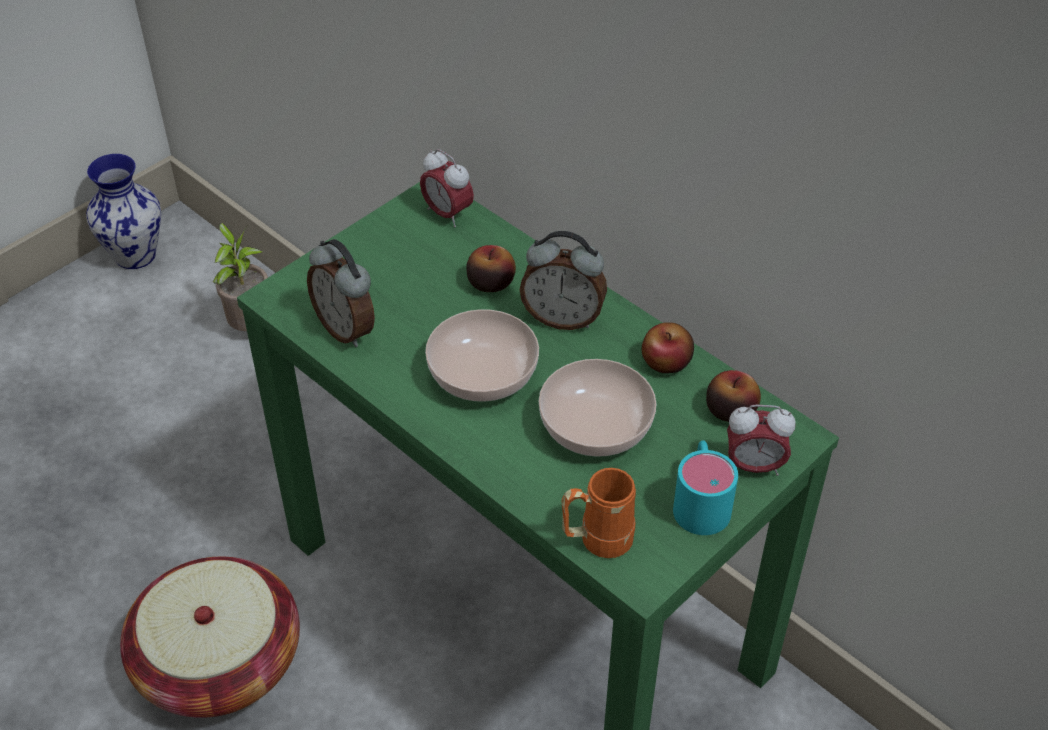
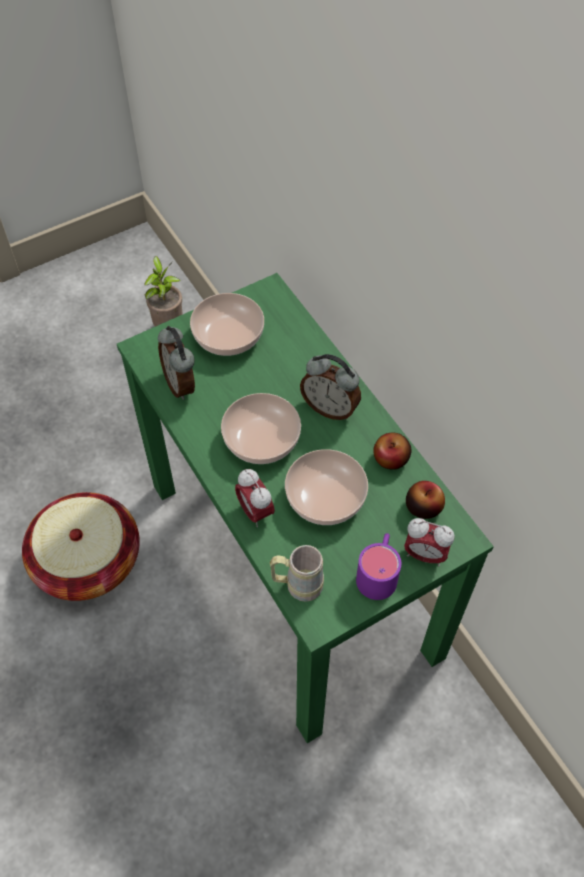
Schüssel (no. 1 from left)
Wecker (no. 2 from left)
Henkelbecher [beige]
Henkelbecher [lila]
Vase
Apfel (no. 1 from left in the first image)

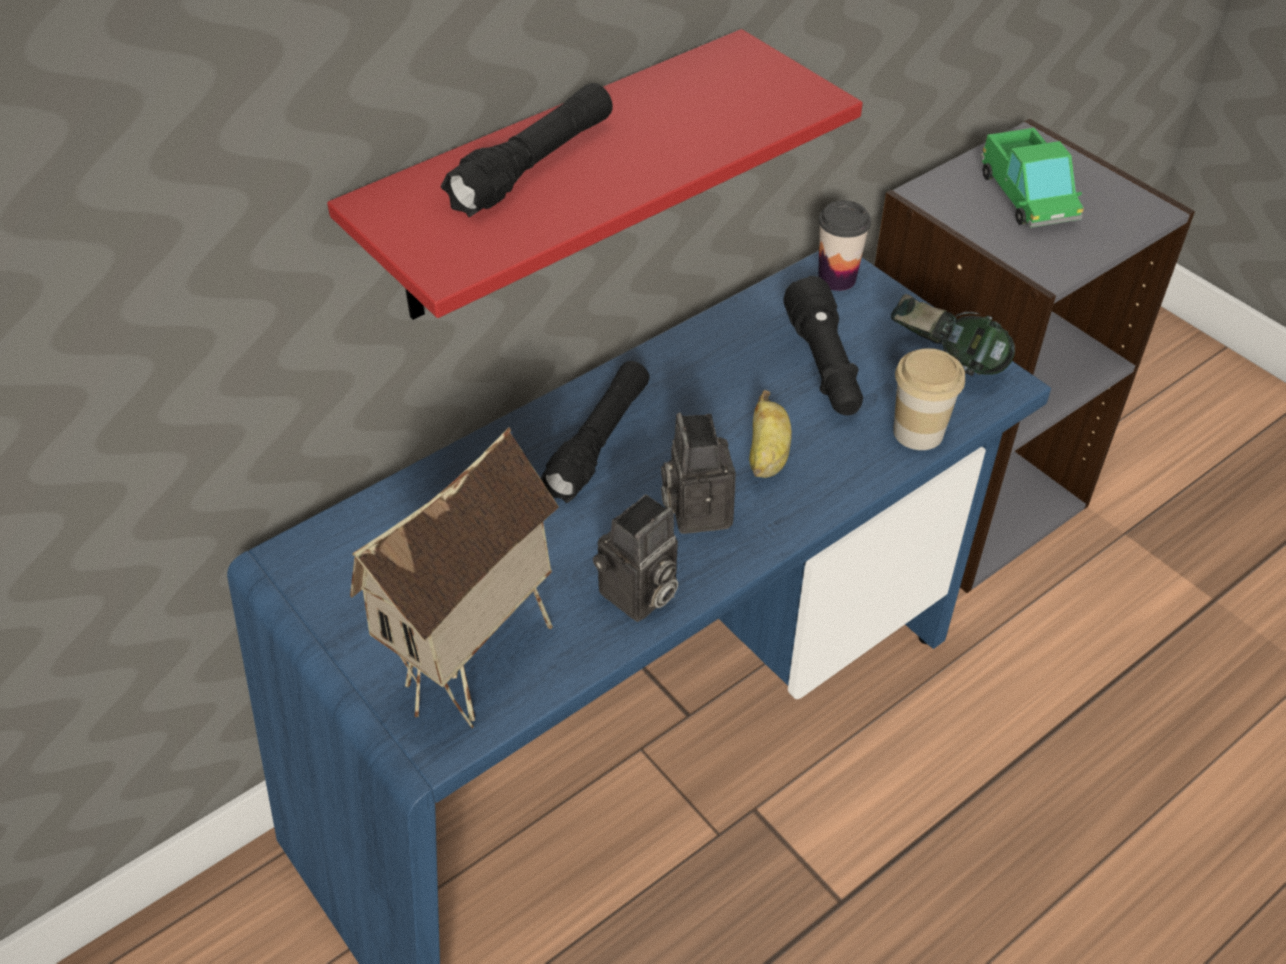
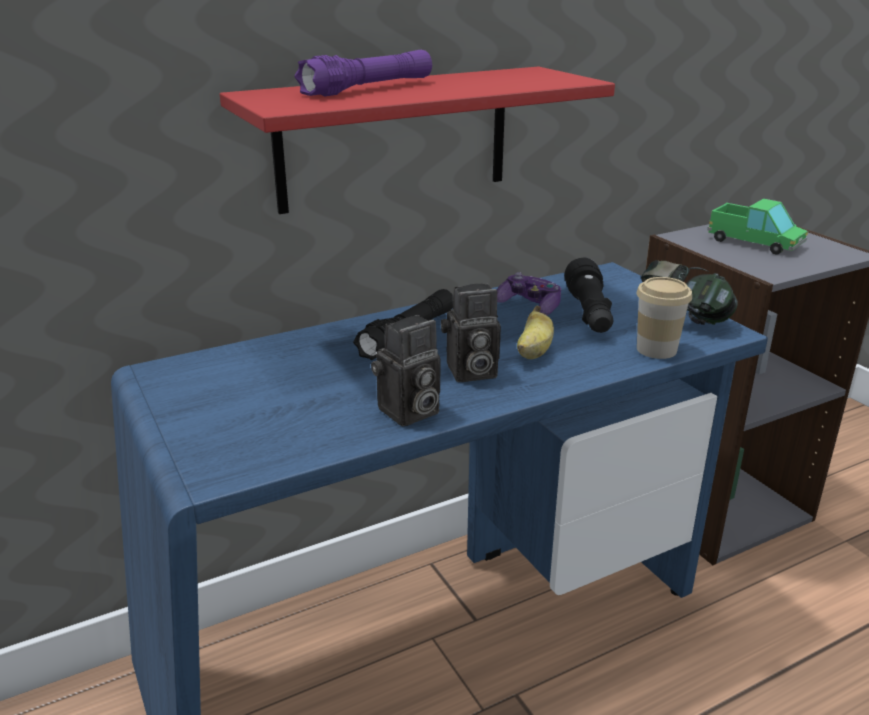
Taschenlampe [lila]
Kamera (no. 2 from left)
Gamepad
Spielzeuglaster
Spielzeughaus
Tasse (no. 1 from left in the first image)

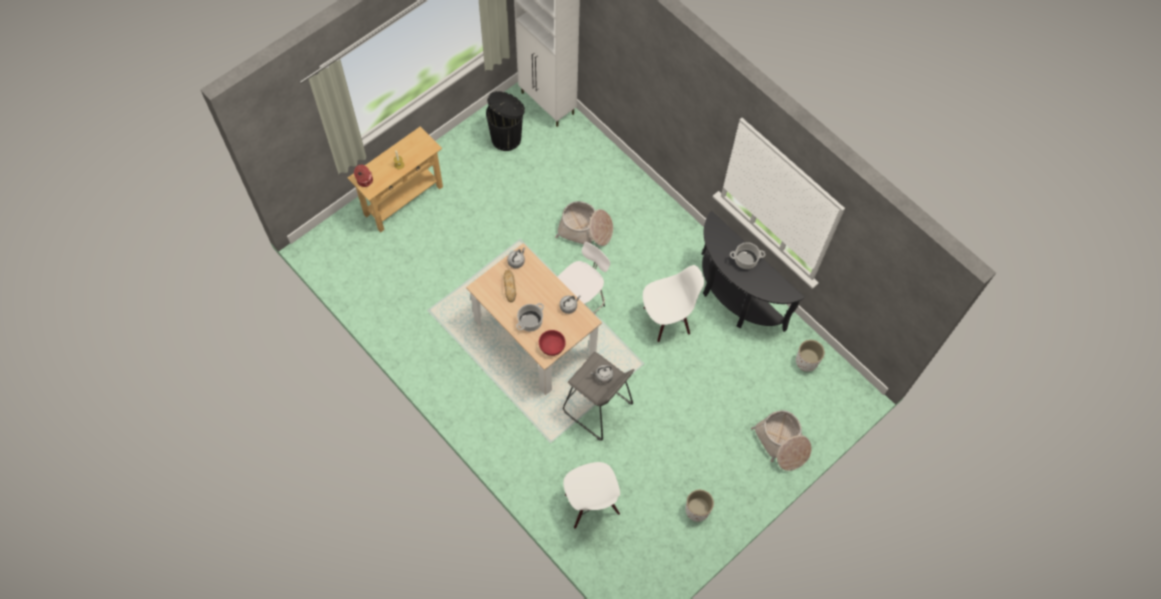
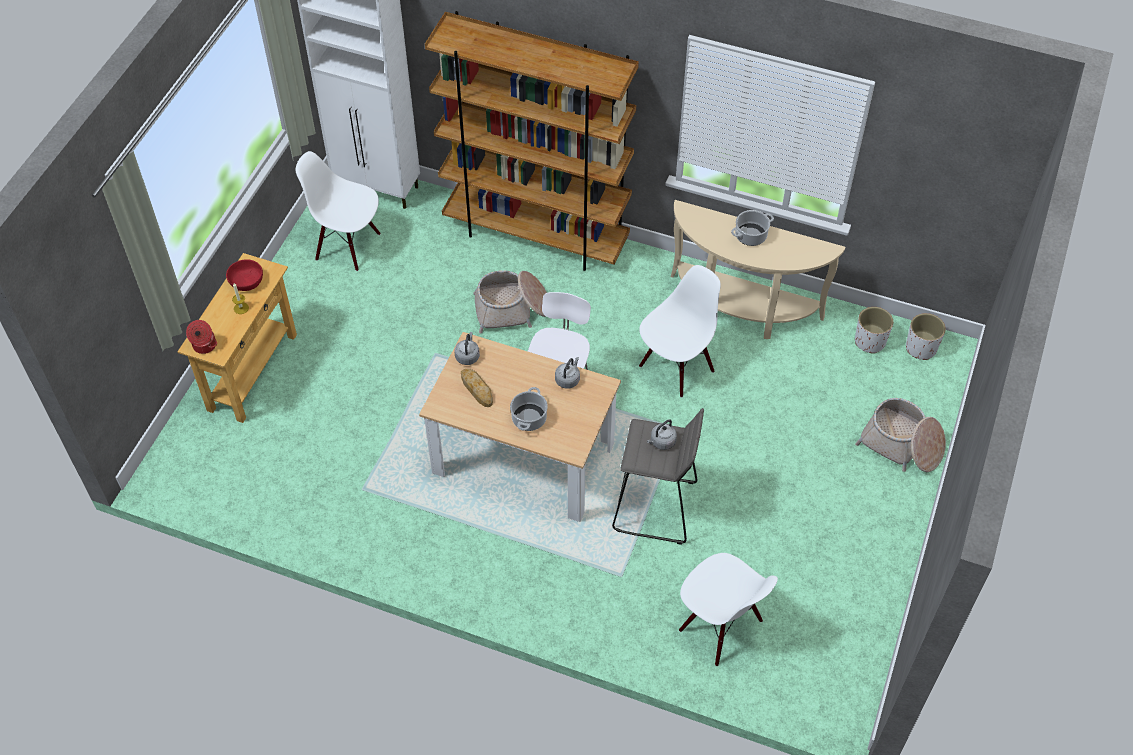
Schüssel [rot]
Stuhl [weiß] (no. 1 from left)
Bücherregal [braun]
Konsolentisch [beige] (no. 2 from left)
Pflanzkübel [weiß] (no. 2 from left)

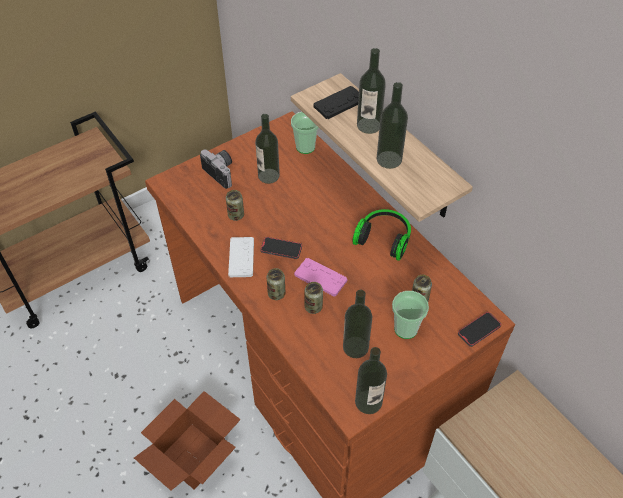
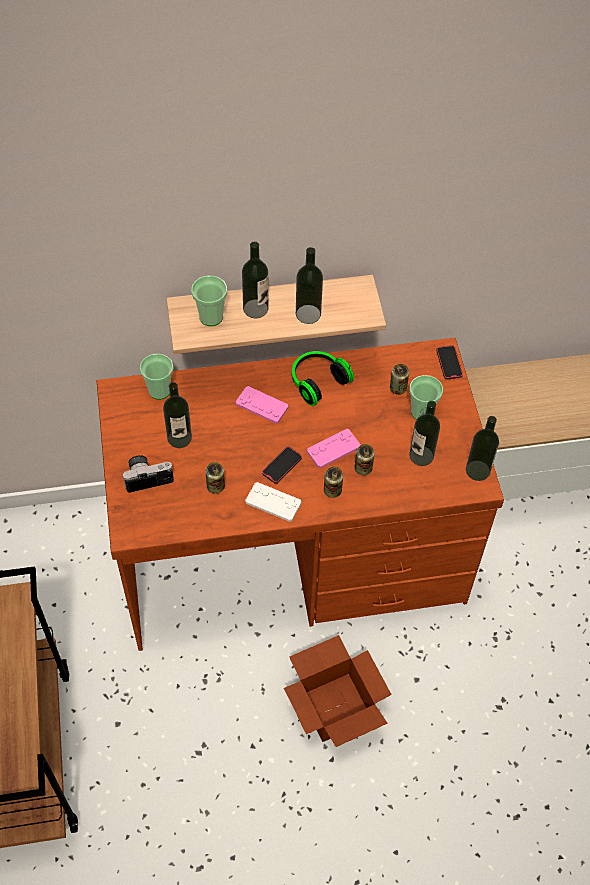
Tasse (no. 2 from left)
Gamepad [rosa] (no. 1 from left)

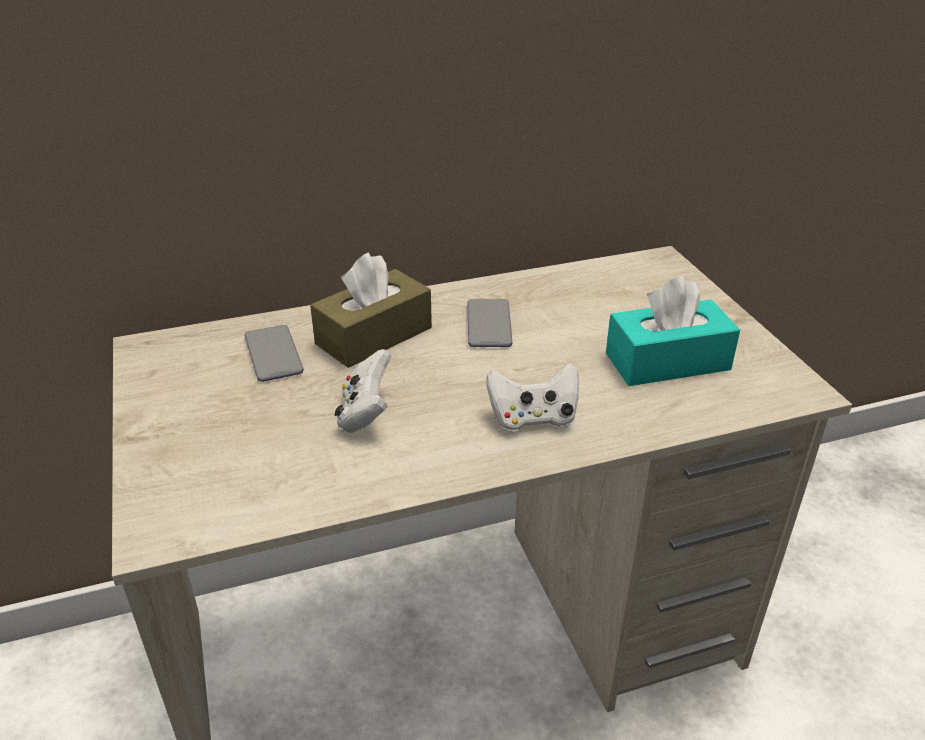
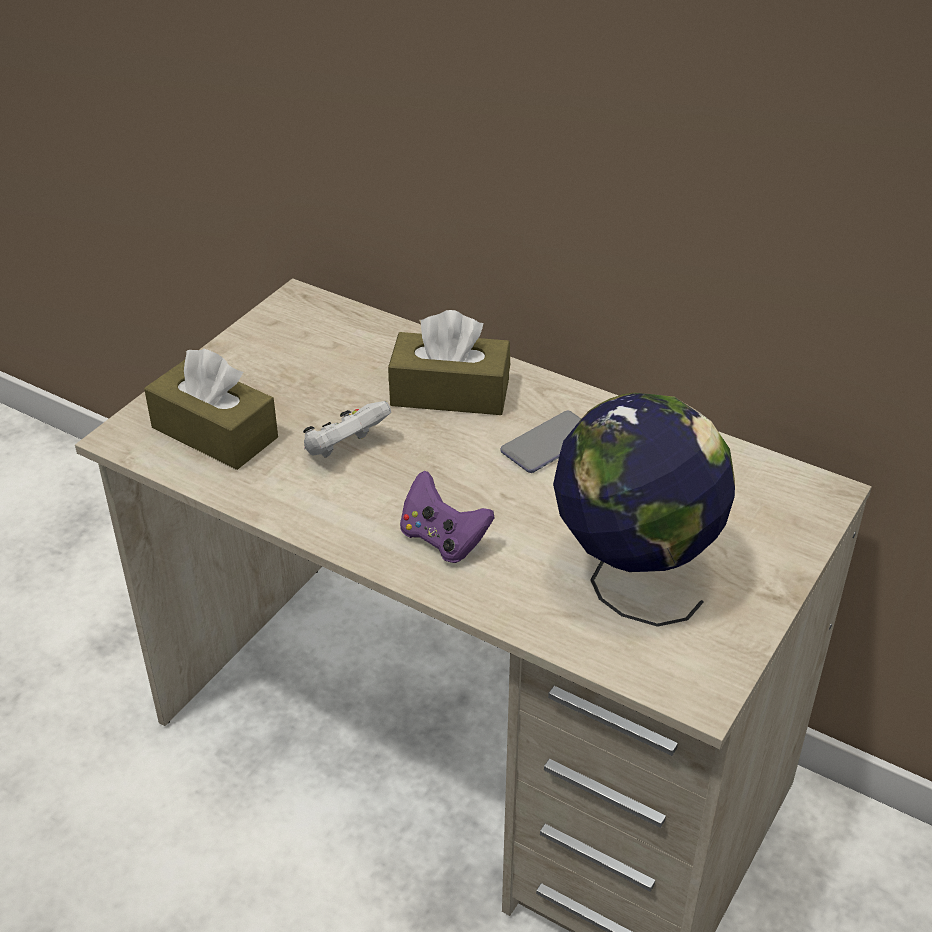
Taschentuchbox [braun] (no. 1 from left)
Gamepad [lila]
Globus
Handy (no. 1 from left in the first image)

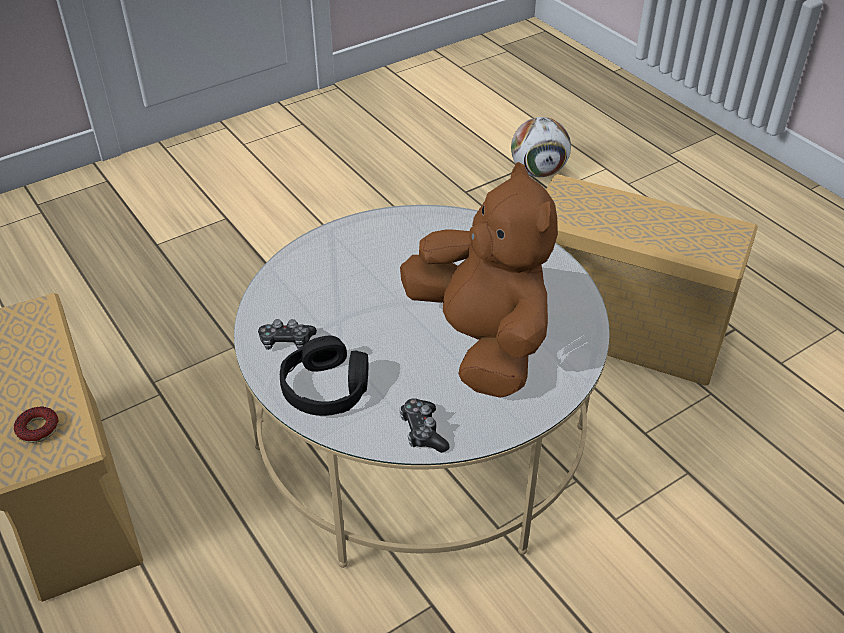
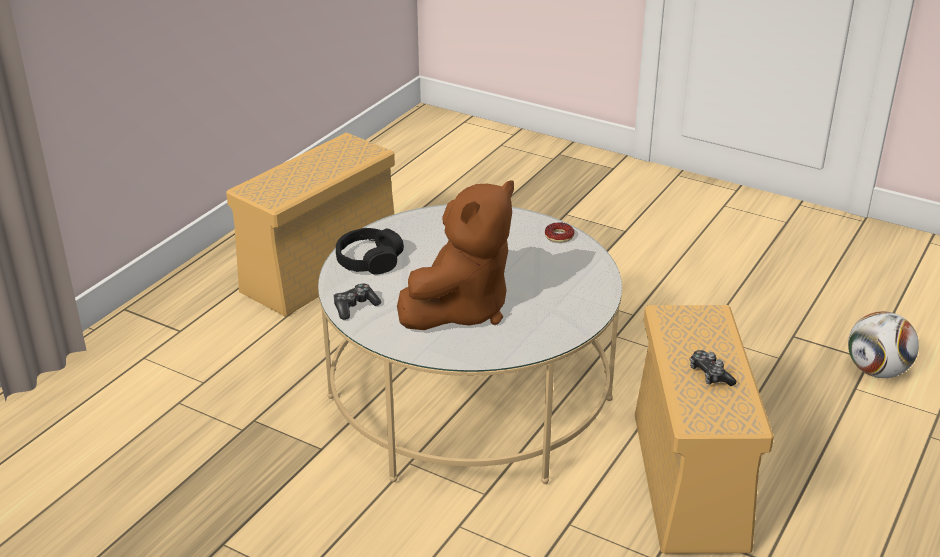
Donut
Gamepad (no. 2 from left)

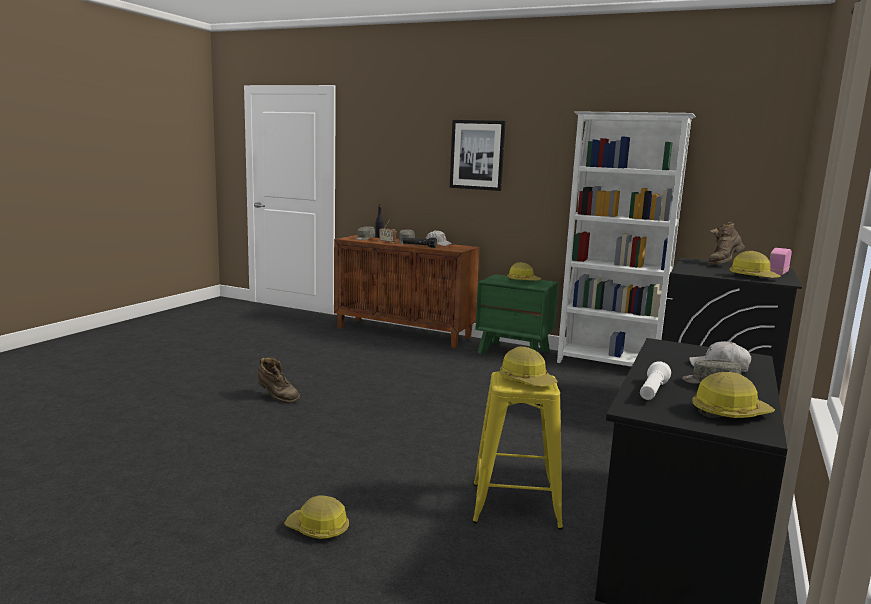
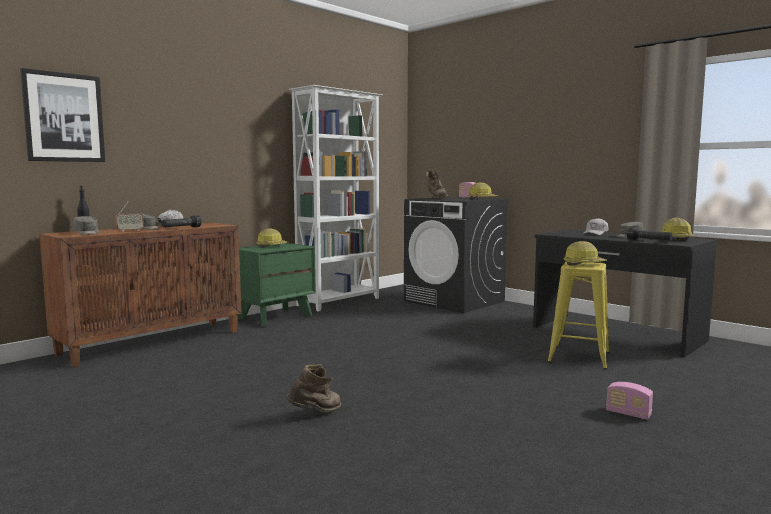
Bild
Radio (no. 3 from left)
Taschenlampe [schwarz] (no. 2 from left)

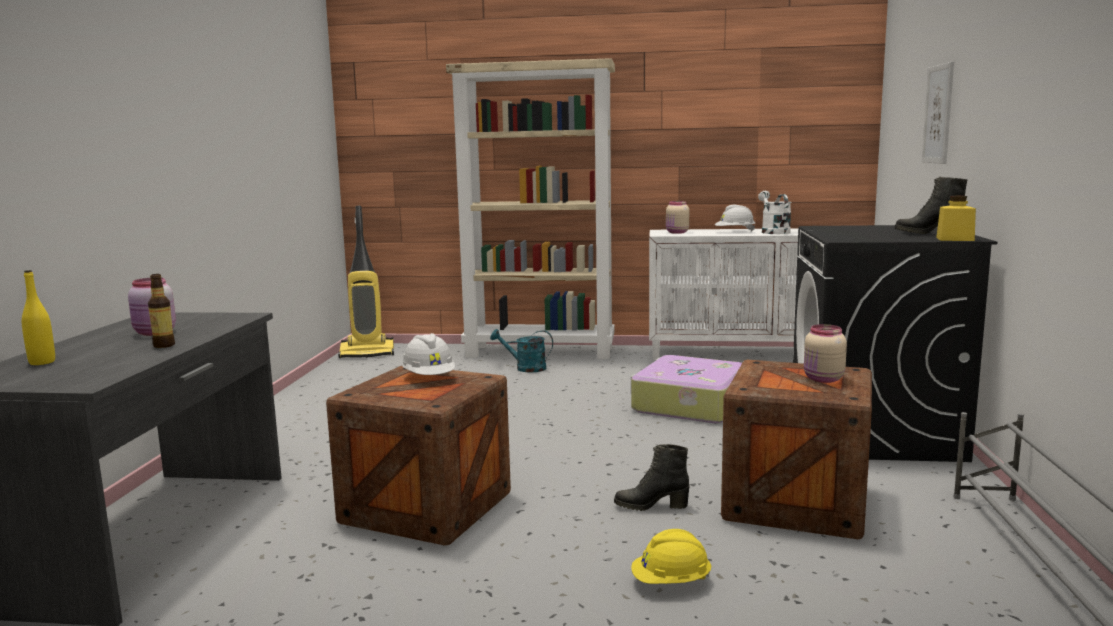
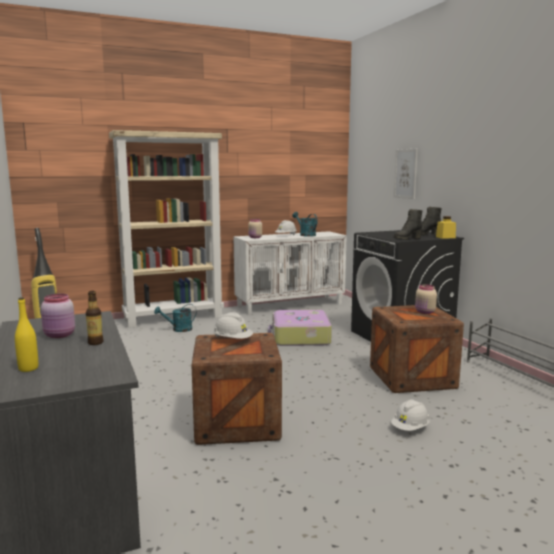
Gießkanne [türkis] (no. 2 from left)
Schutzhelm [weiß] (no. 3 from left)
Stiefel [schwarz] (no. 1 from left)

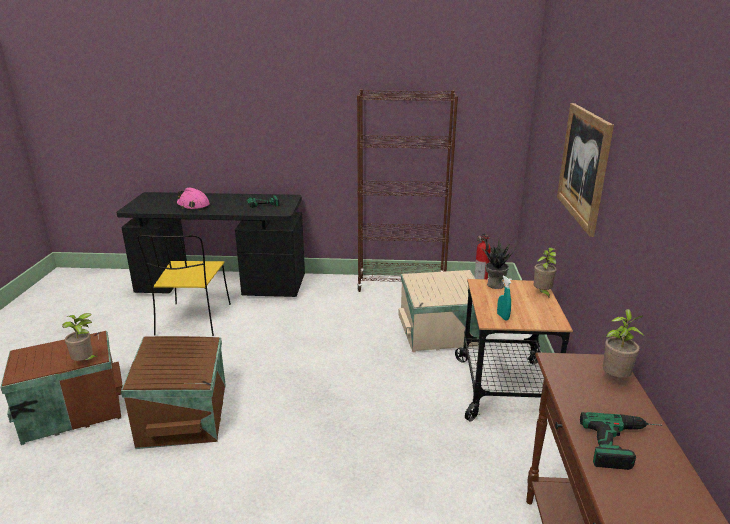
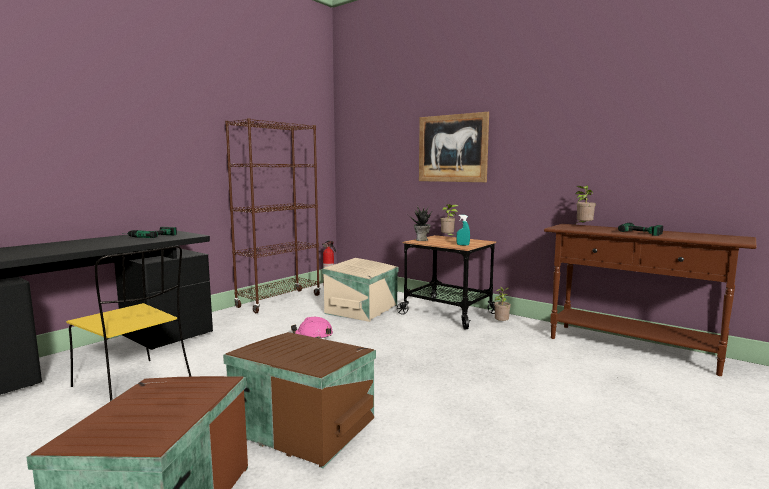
Schutzhelm [rosa]
Topfpflanze (no. 3 from left)

